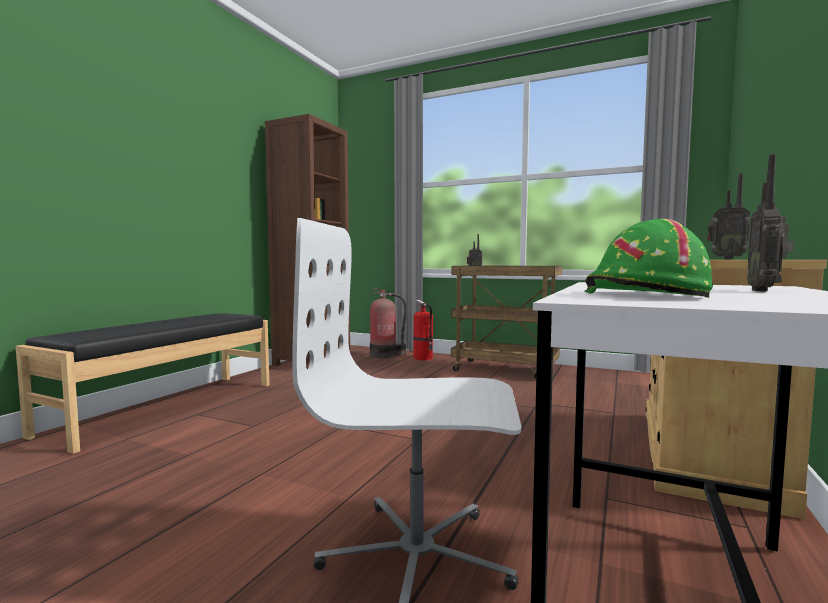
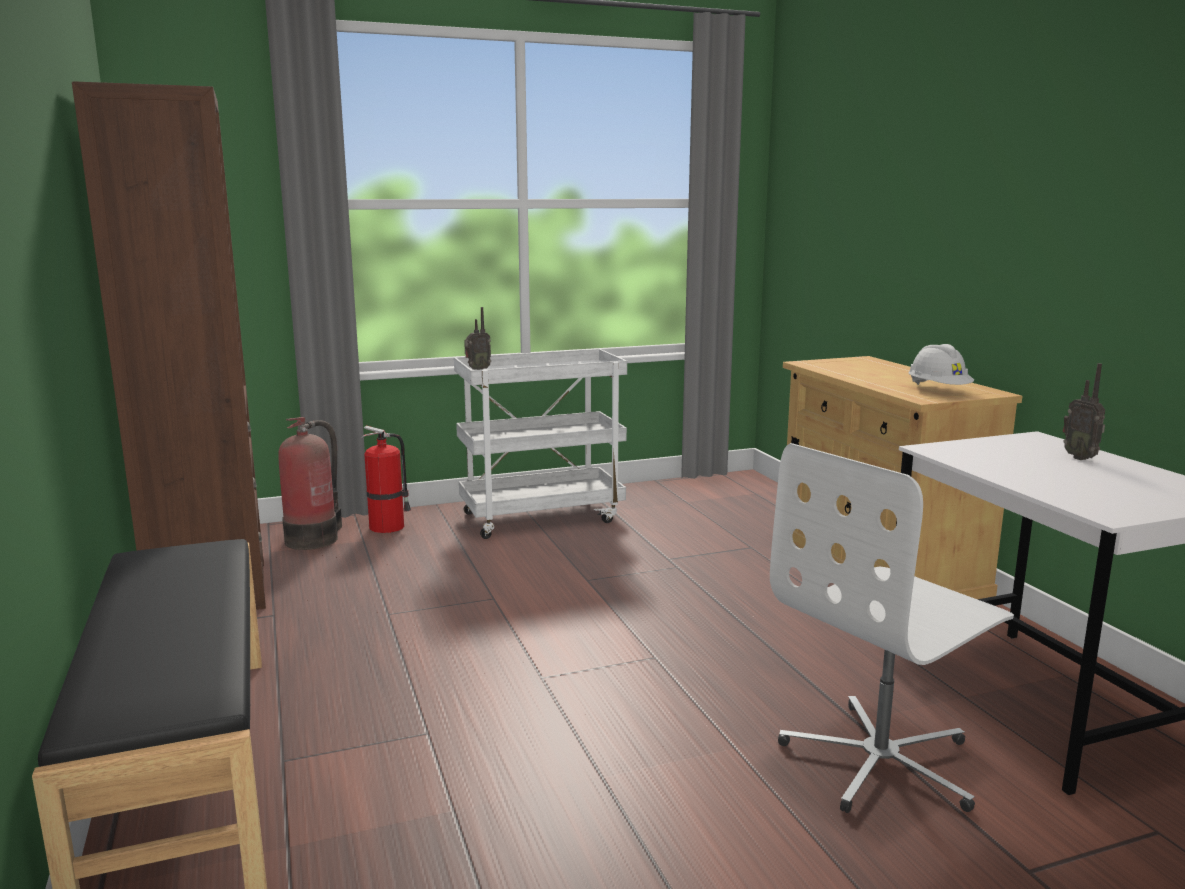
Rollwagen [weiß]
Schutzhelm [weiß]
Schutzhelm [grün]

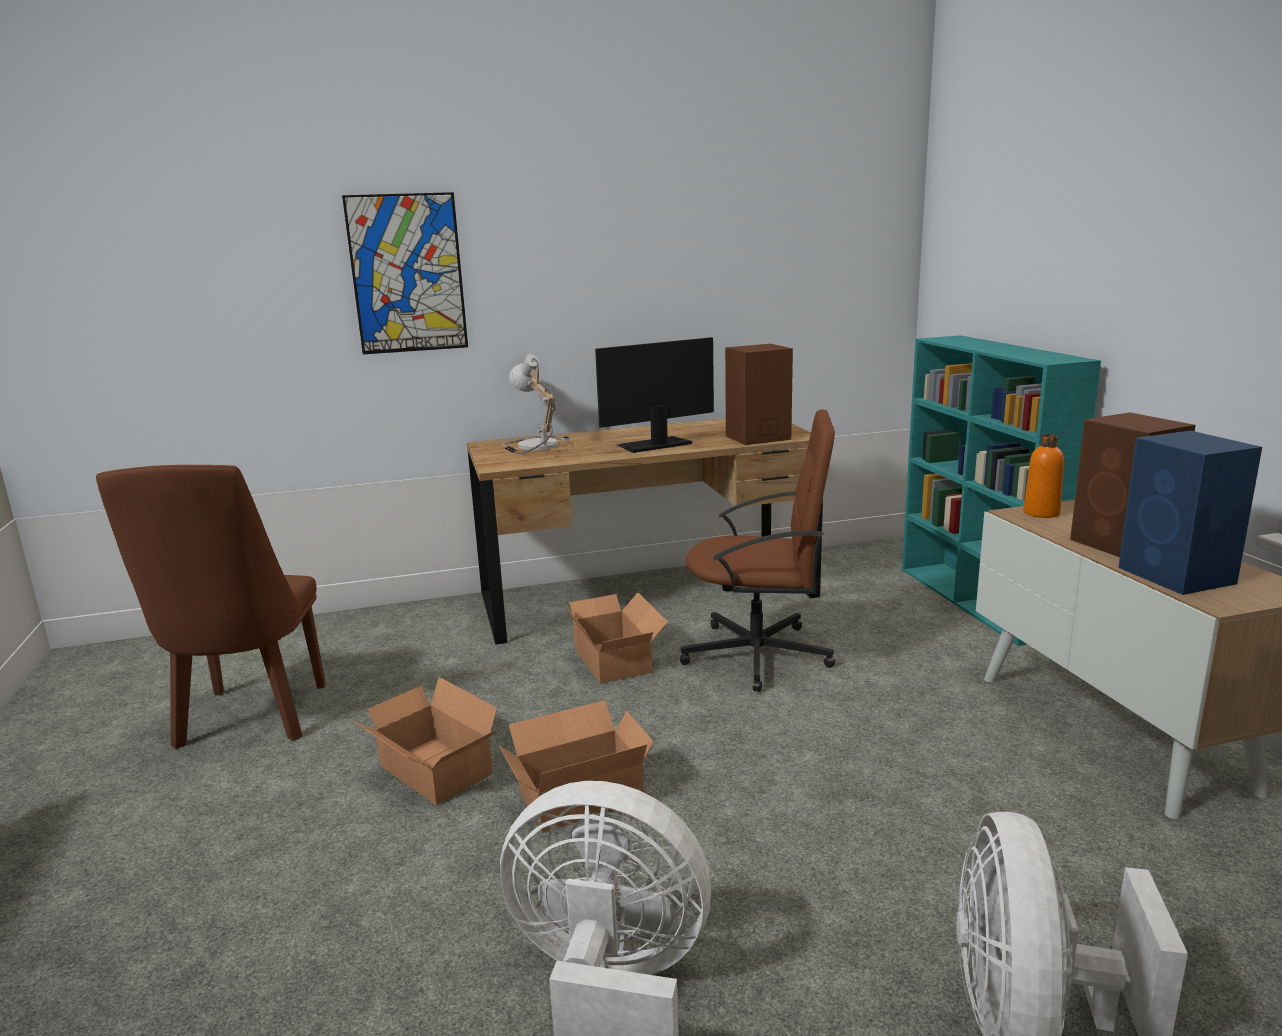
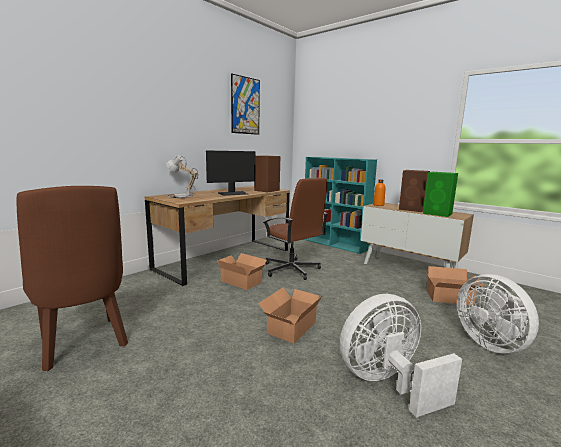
Monitor
Bild
Bürostuhl [braun]
Lautsprecher [grün]
Karton (no. 3 from left)

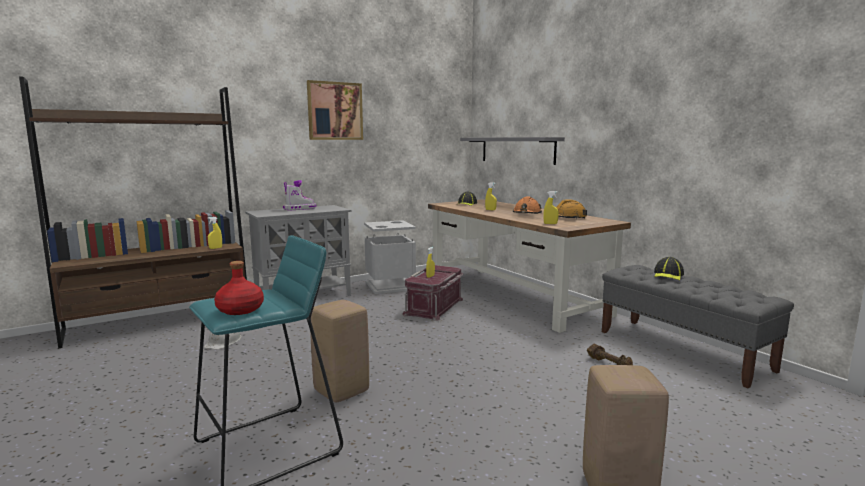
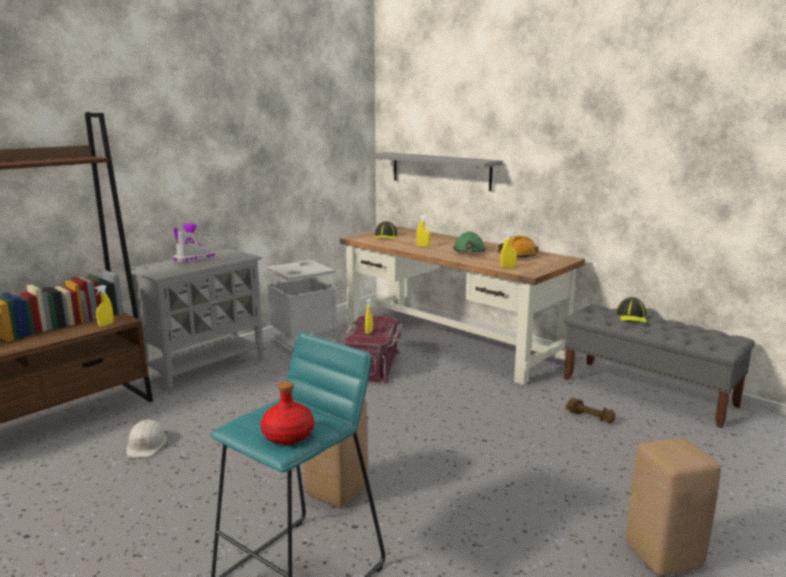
Schutzhelm [grün]
Bild

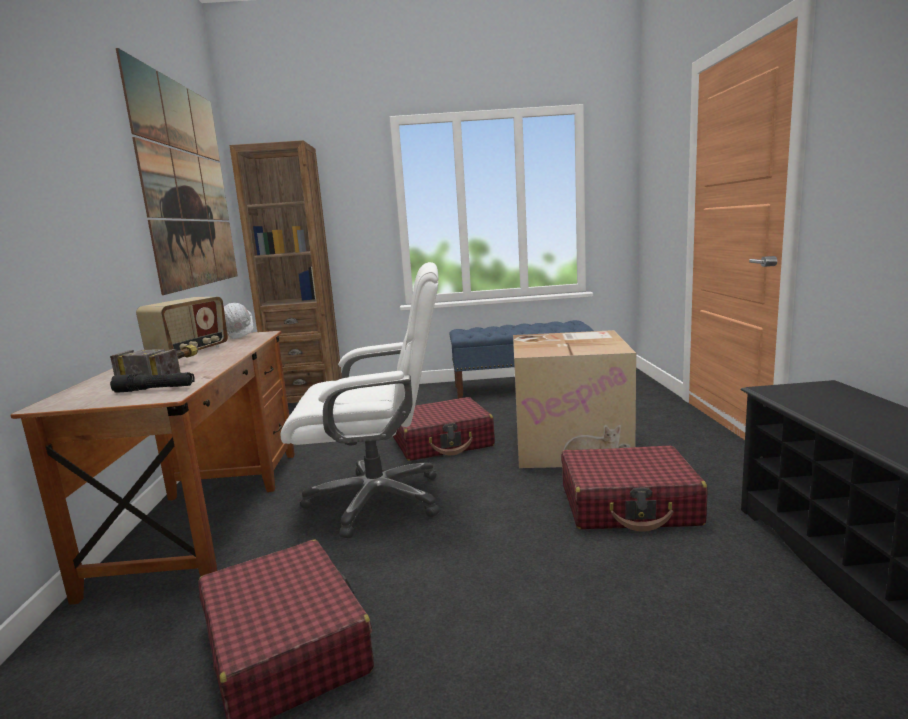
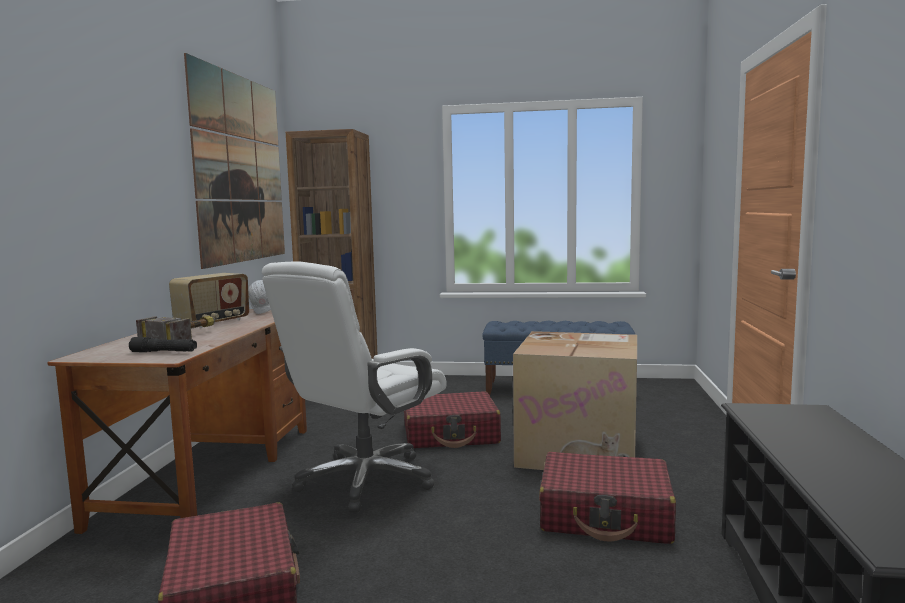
Bürostuhl [weiß]

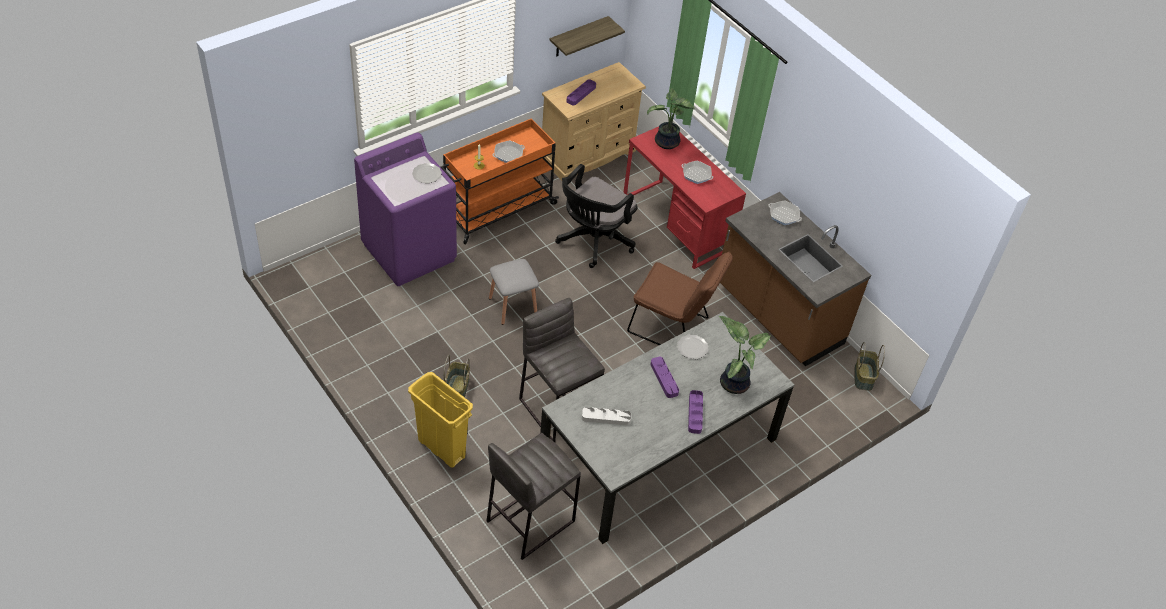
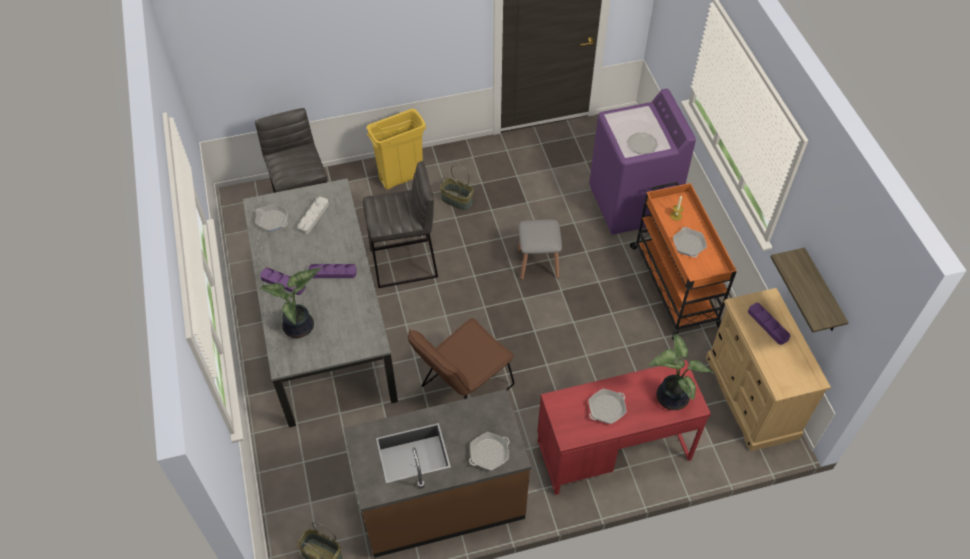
Pfanne (no. 1 from left)
Bürostuhl [schwarz]
Teller (no. 2 from left in the first image)

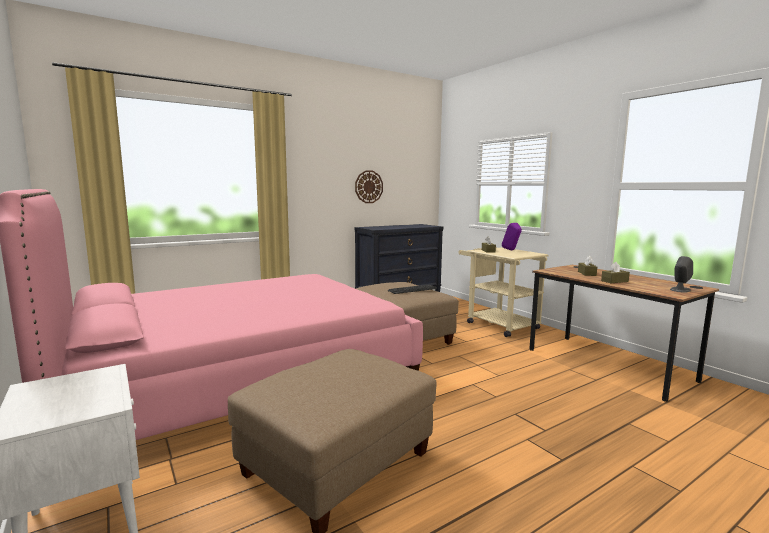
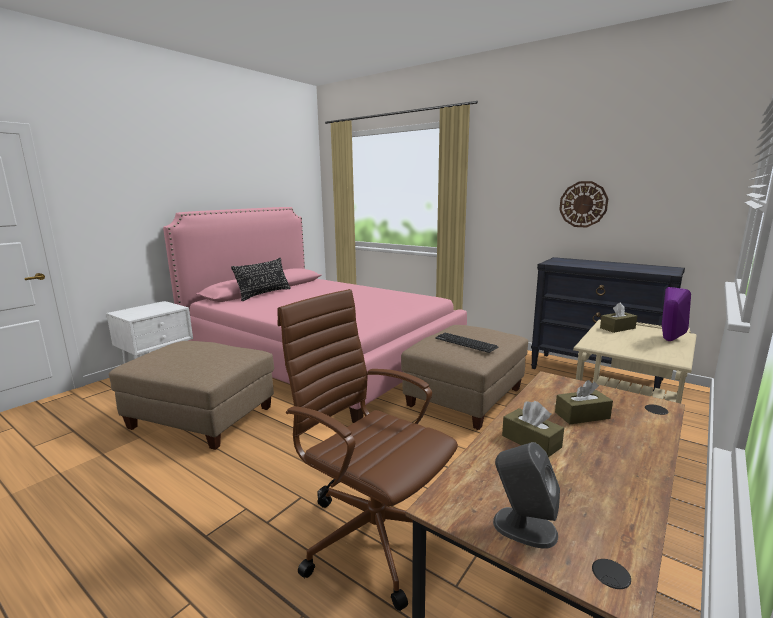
Kissen [schwarz]
Bürostuhl [braun]

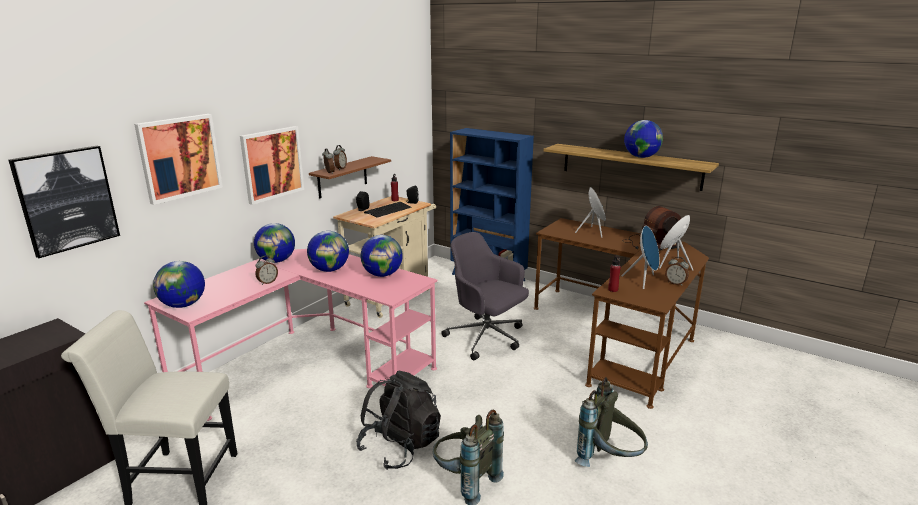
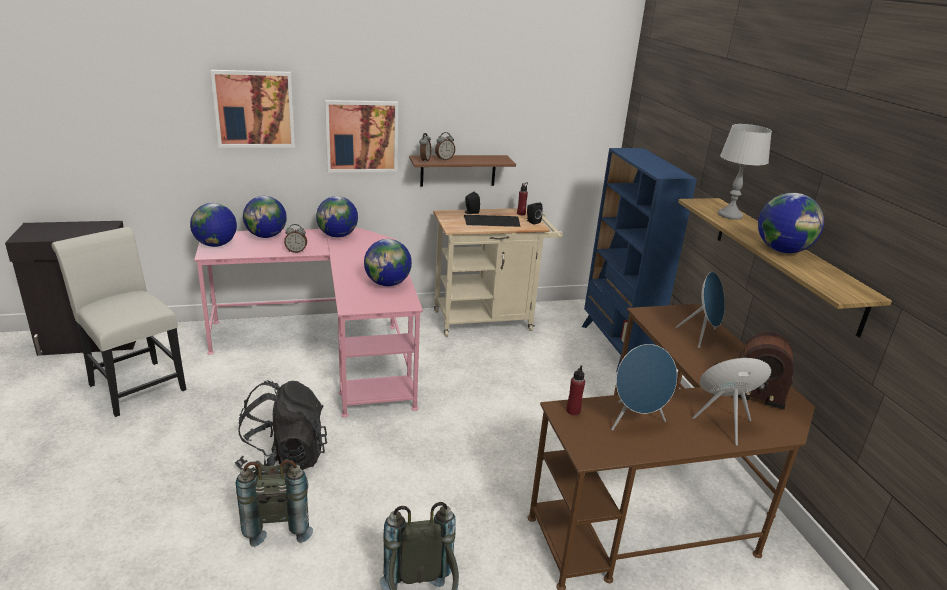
Globus (no. 2 from left)
Tischlampe [grau]
Bild (no. 1 from left in the first image)
Bürostuhl [grau]
Wecker (no. 4 from left in the first image)

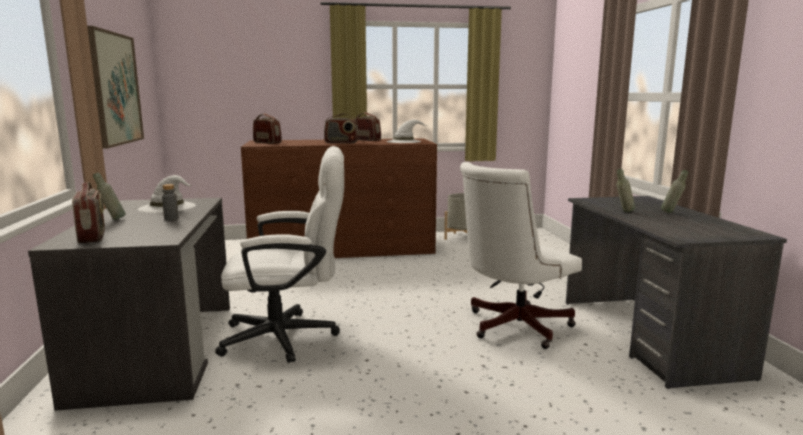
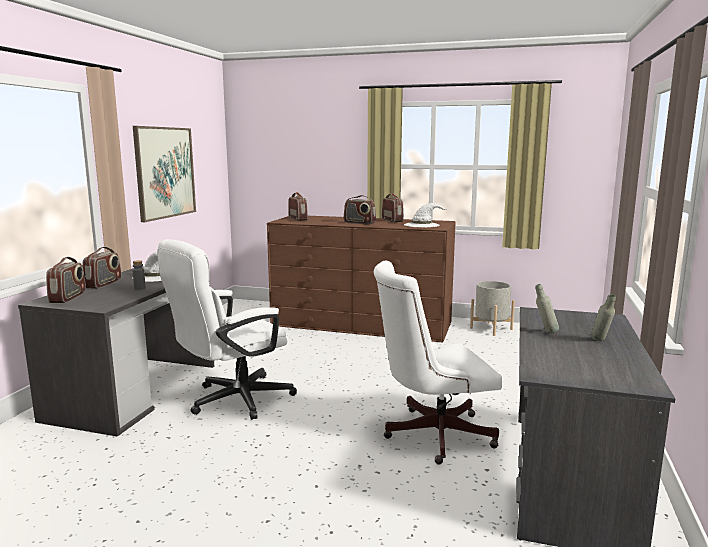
Radio (no. 2 from left)
Bürostuhl [weiß] (no. 1 from left)

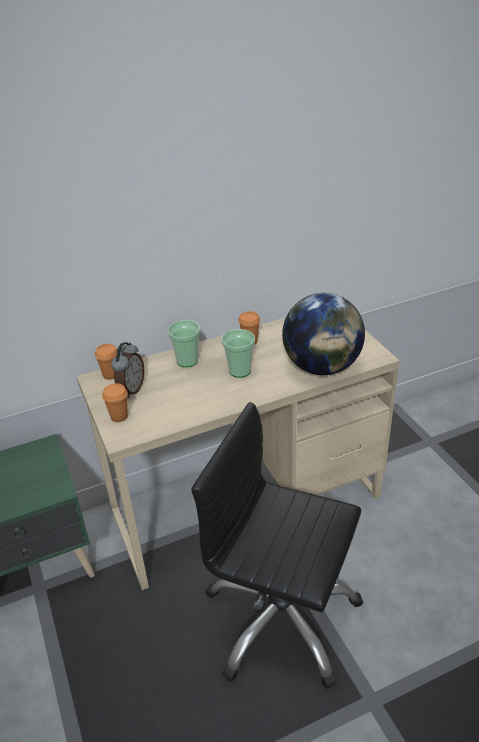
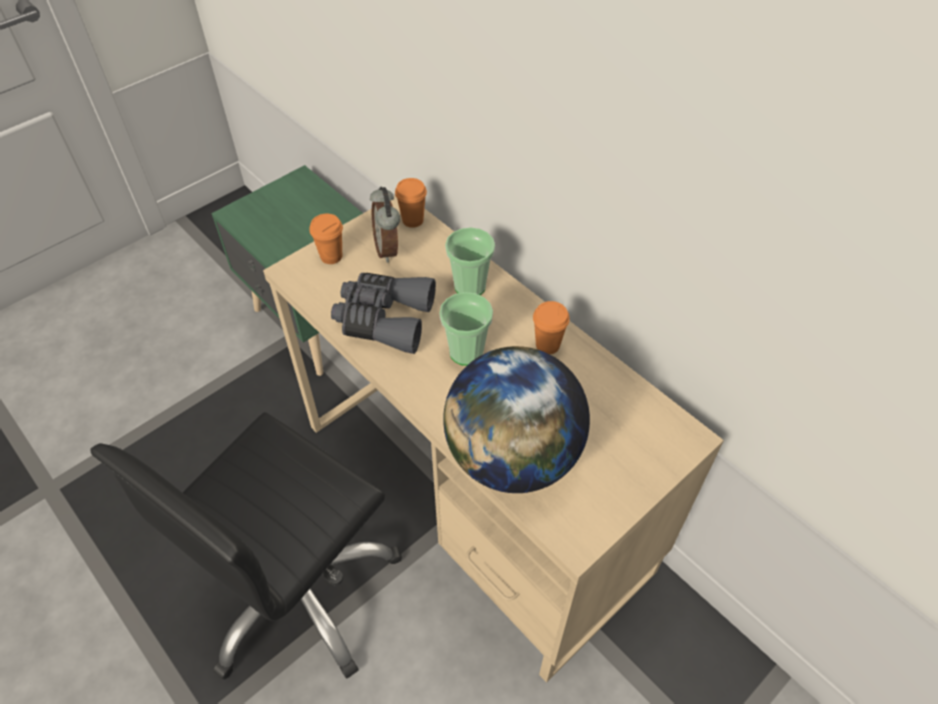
Bürostuhl [schwarz]
Fernglas [grau]
Wecker

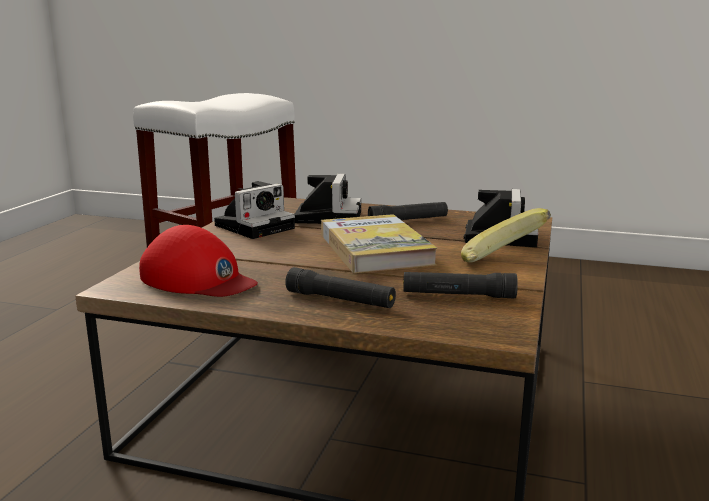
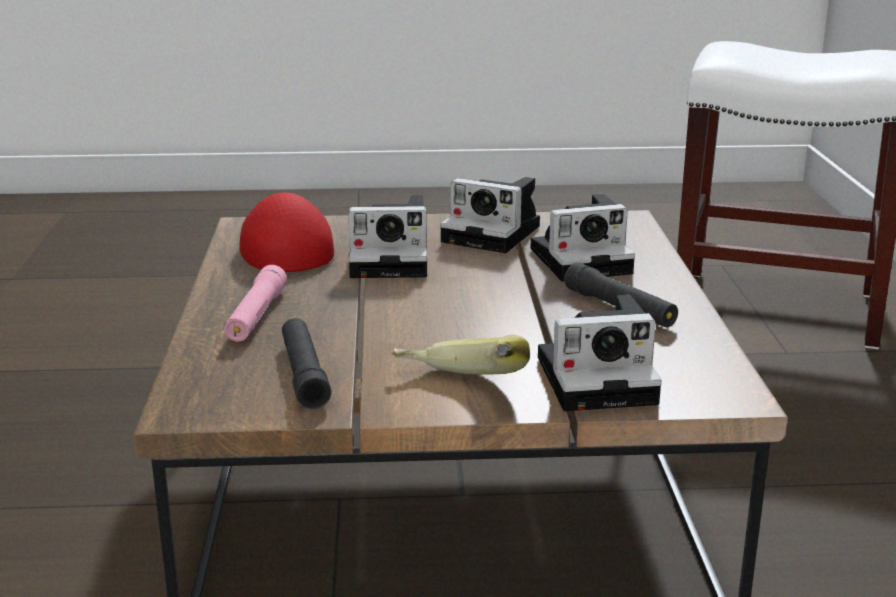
Taschenlampe [rosa]
Kappe [rot]
Kamera (no. 1 from left)
Buch

